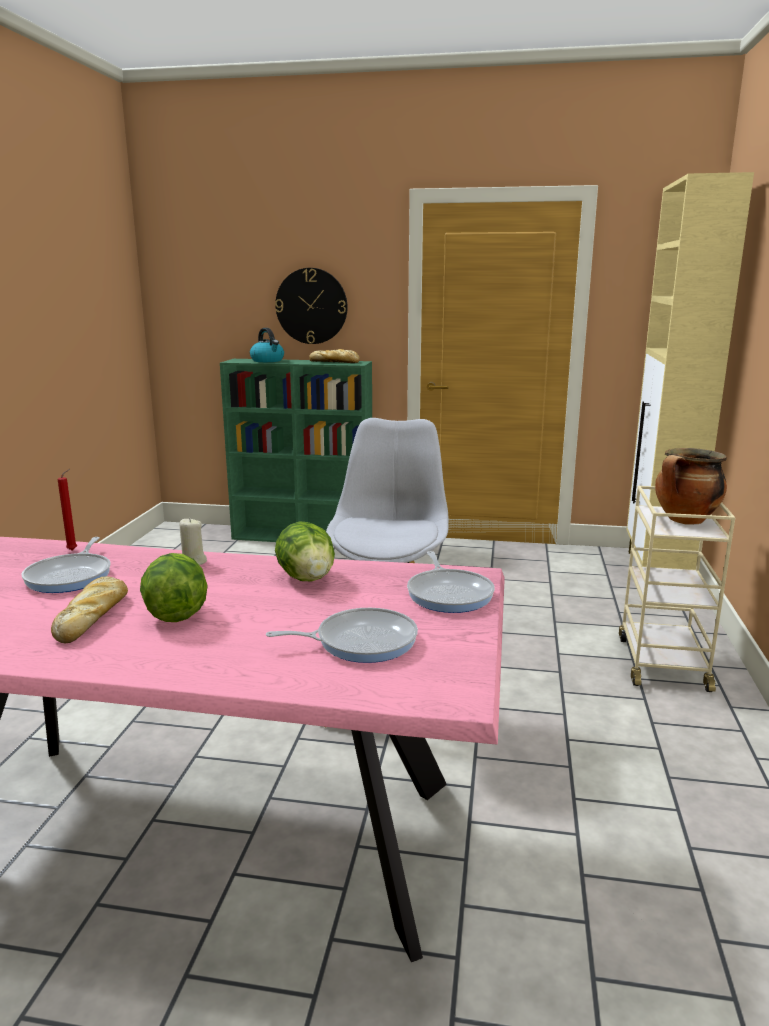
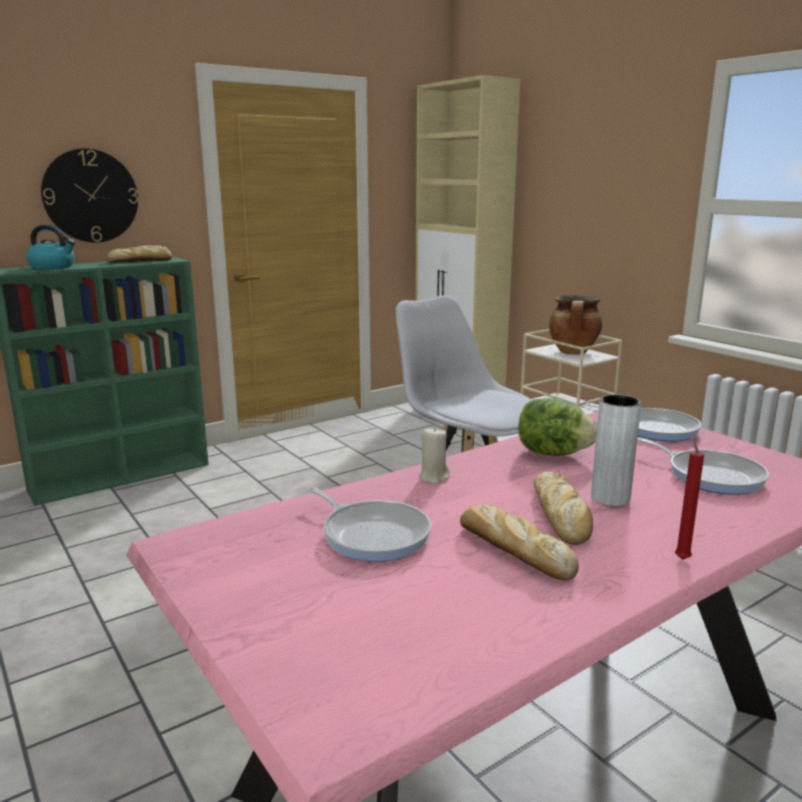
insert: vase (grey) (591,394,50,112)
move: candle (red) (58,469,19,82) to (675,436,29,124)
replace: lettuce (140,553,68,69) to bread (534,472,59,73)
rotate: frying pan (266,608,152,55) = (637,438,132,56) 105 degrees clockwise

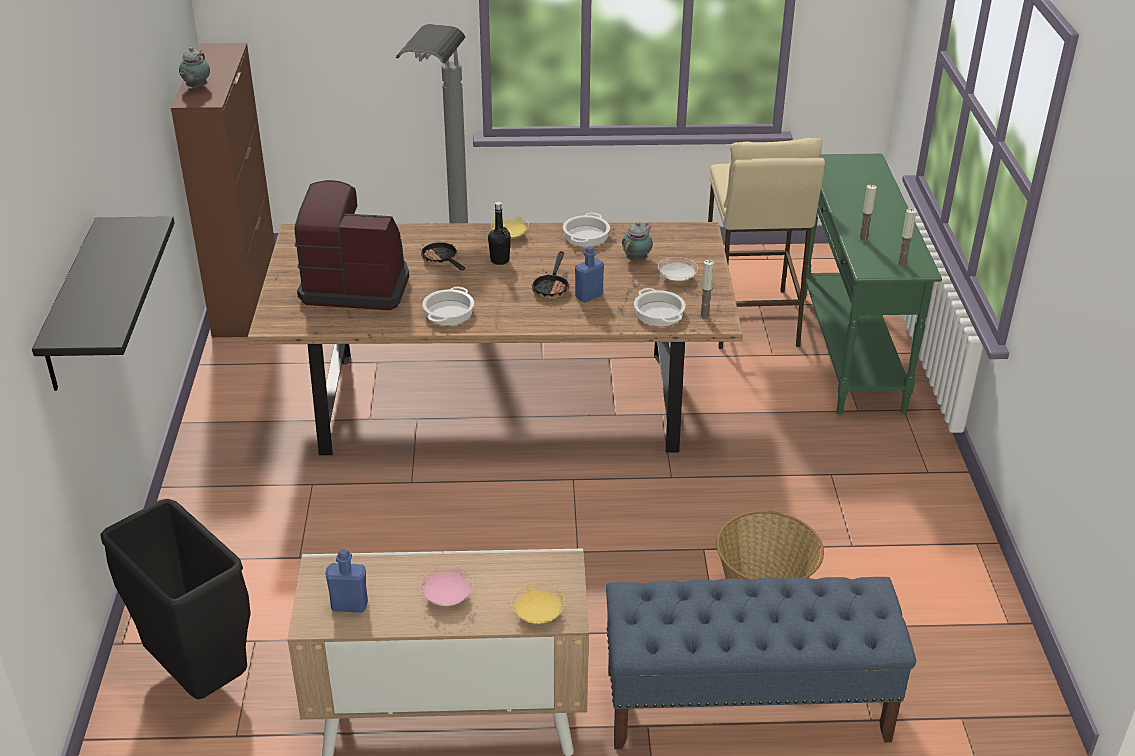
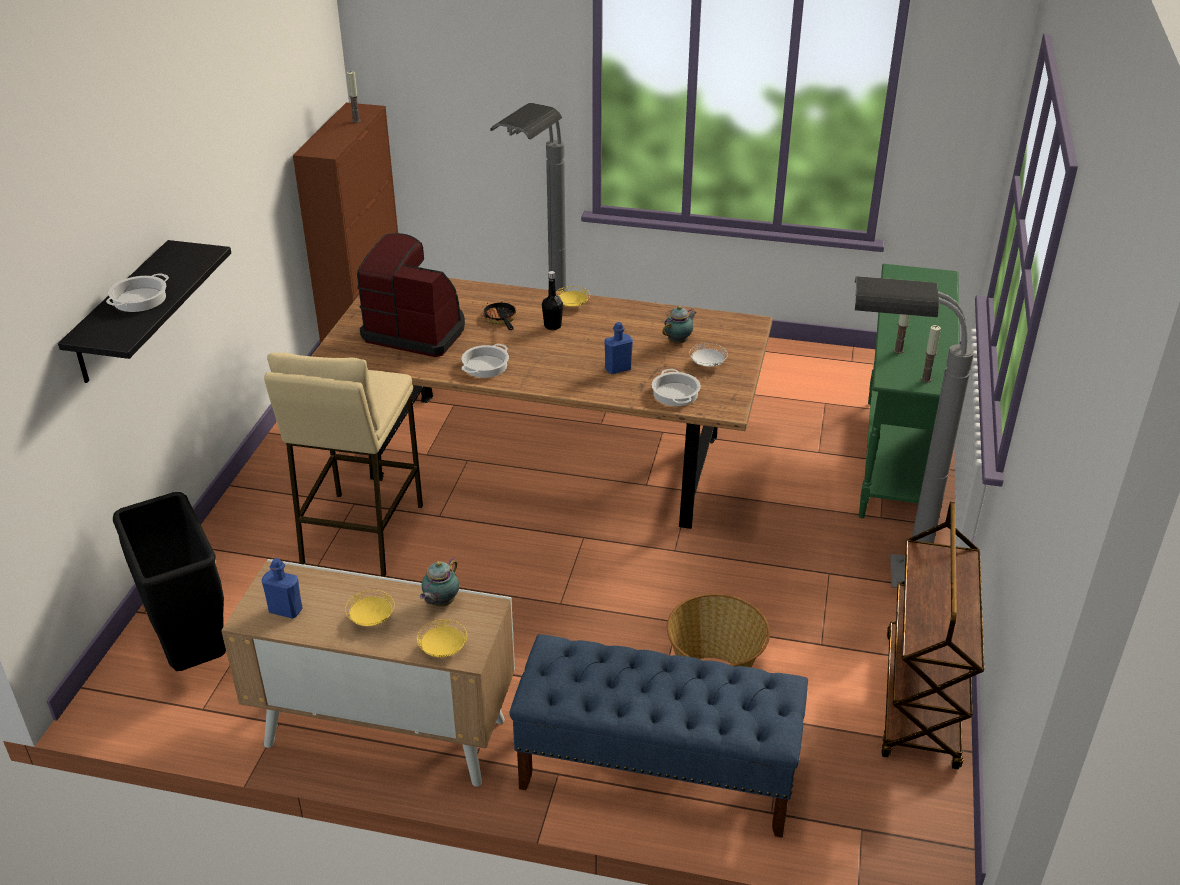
delete: frying pan (532,251,38,49)
insert: floor lamp (grey) (855,276,119,312); cart (brown) (881,502,103,267)
move: cooking pot (563,213,47,34) to (106,274,63,38); stool (beige) (708,138,117,211) to (264,353,159,224); candle (699,260,15,59) to (347,71,14,52); teapot (179,47,31,42) to (420,558,40,48)
recolor: plate (pink) (420,566,53,40) to plate (yellow) (345,590,50,36)

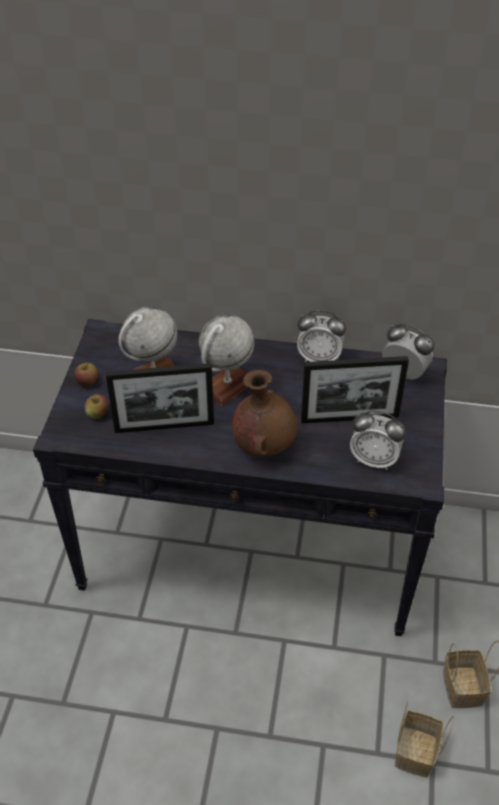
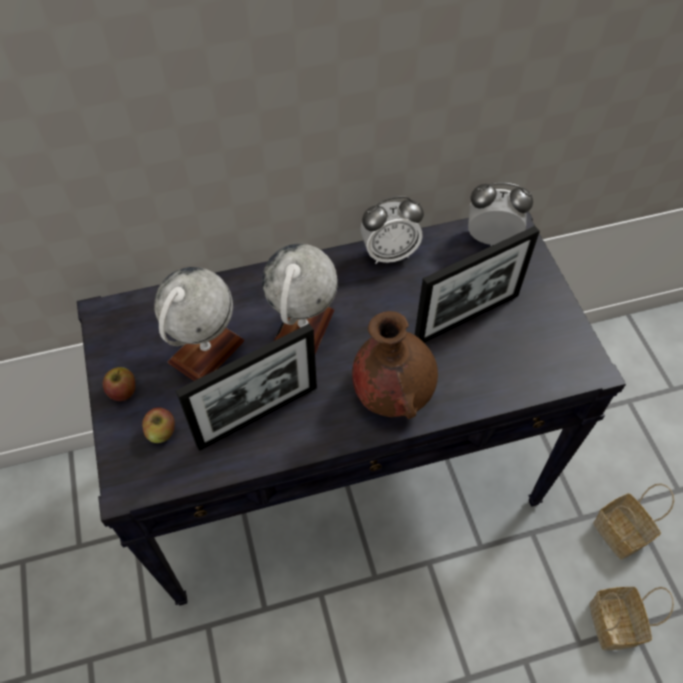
delete: alarm clock (350,411,56,59)

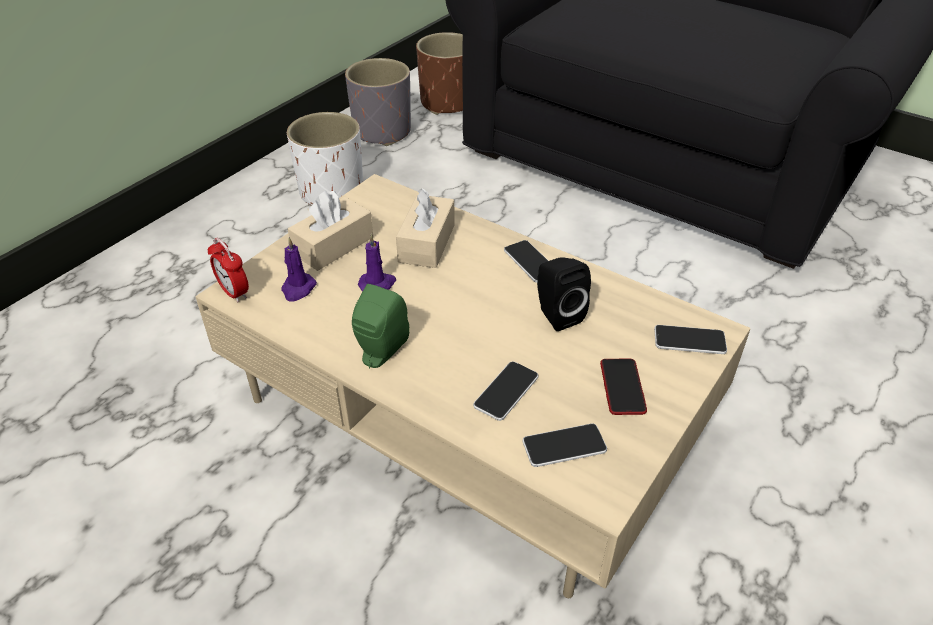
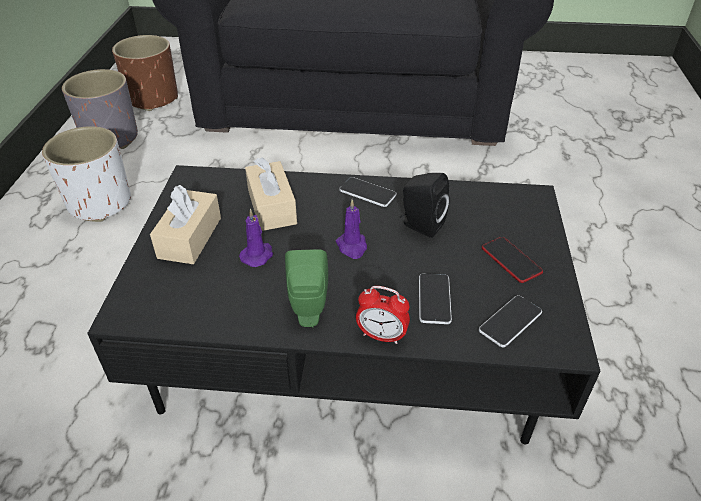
delete: phone (654,325,73,29)
move: candle (purple) (281,237,36,65) to (336,199,31,60); alarm clock (207,238,42,64) to (356,286,54,58)
recolor: coffee table (beige) (196,174,554,424) to coffee table (black) (88,165,512,280)

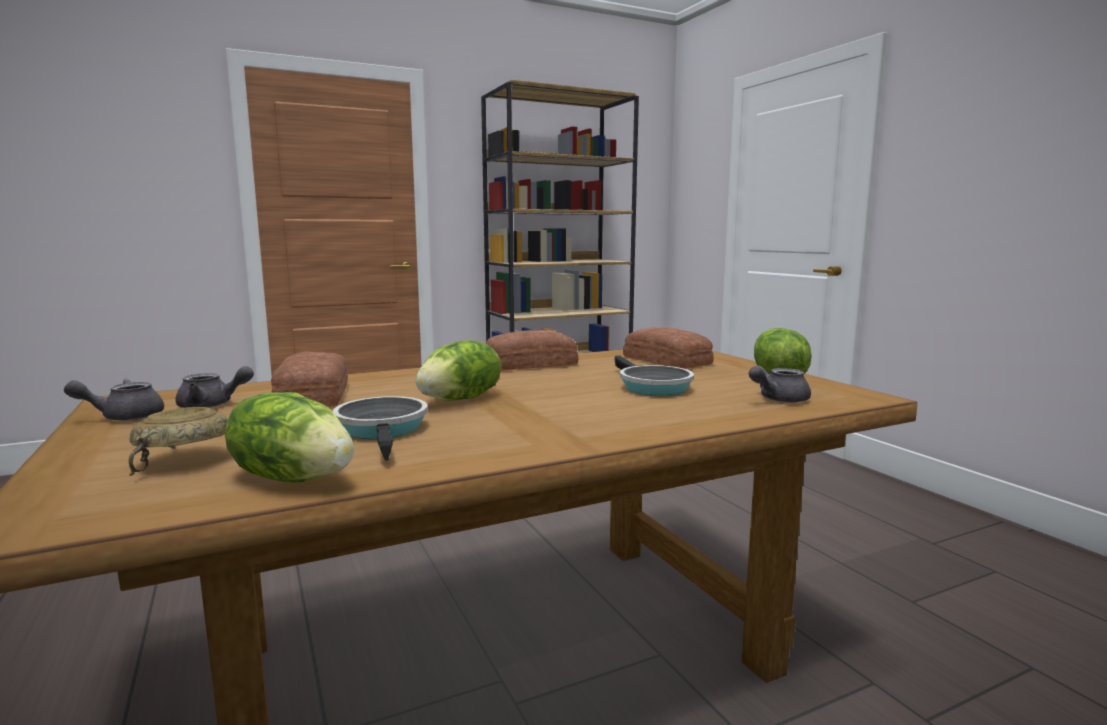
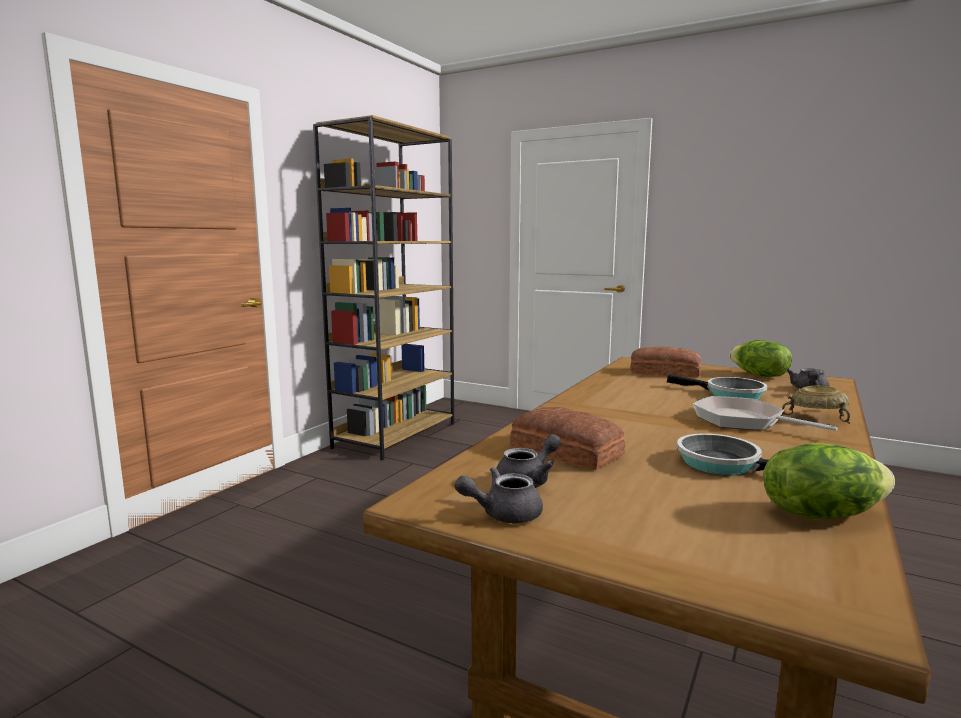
delete: lettuce (416,340,85,61); bread (485,330,93,41)
insert: frying pan (693,396,145,35)
move: bowl (beige) (129,407,99,69) to (781,386,69,38)
rotate: teapot (grey) (64,379,100,42) = (455,467,88,56) 45 degrees clockwise

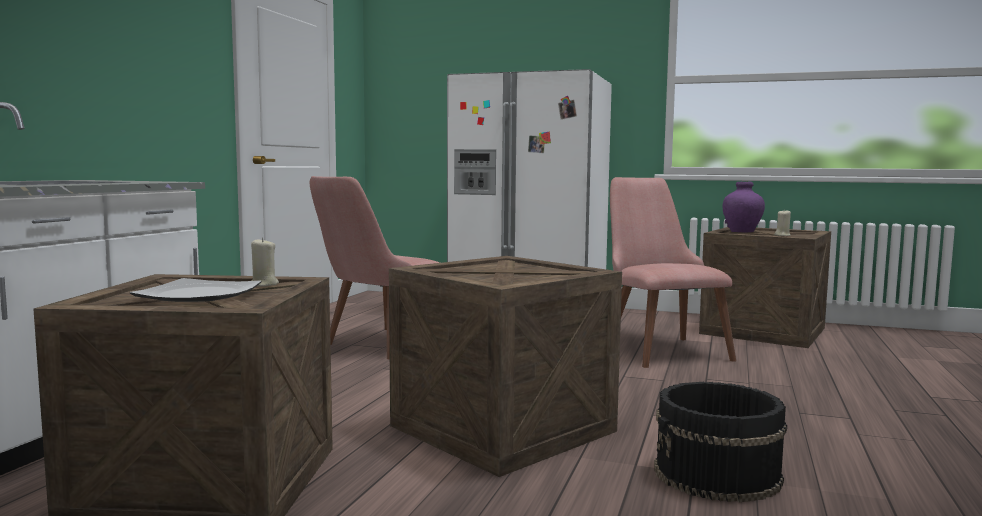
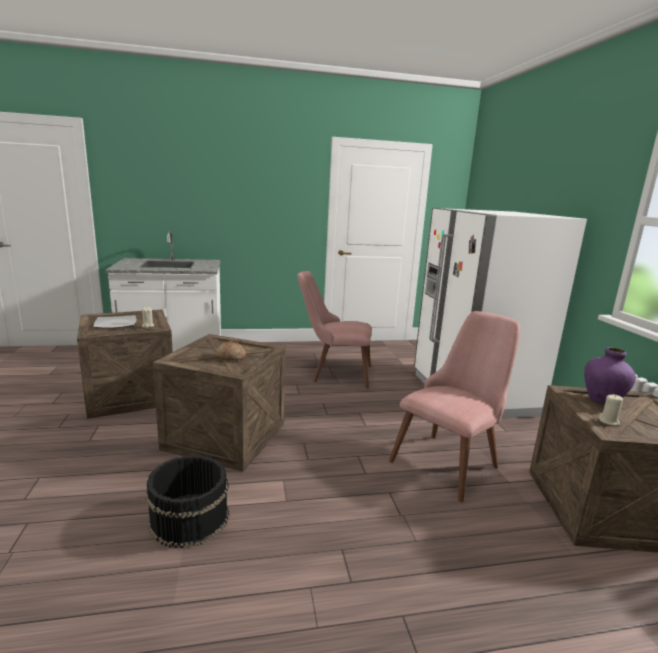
insert: bread (216,341,30,19)

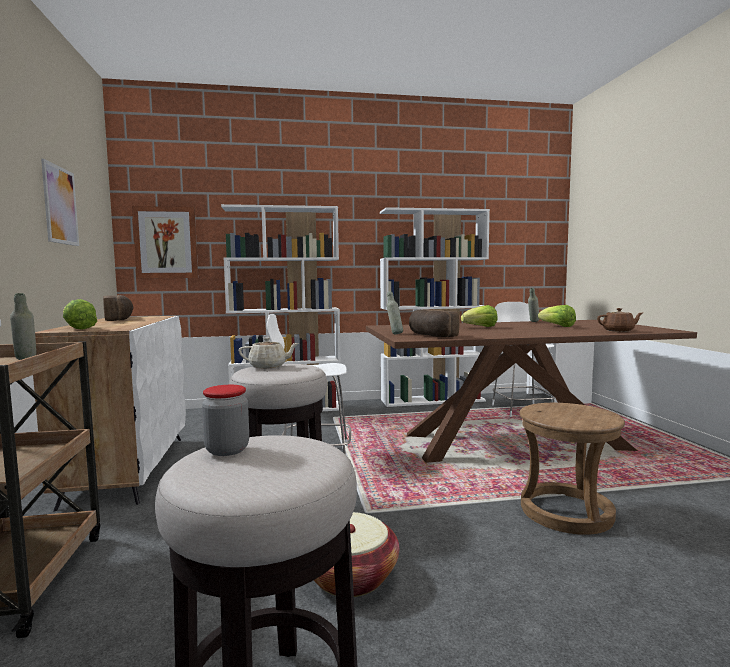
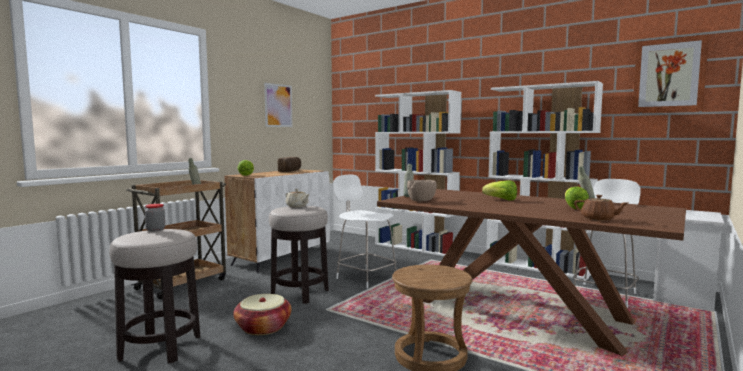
move: picture (132,206,66,73) to (632,34,77,79)
replace: bread (409,309,50,28) to bowl (brown) (407,180,30,21)

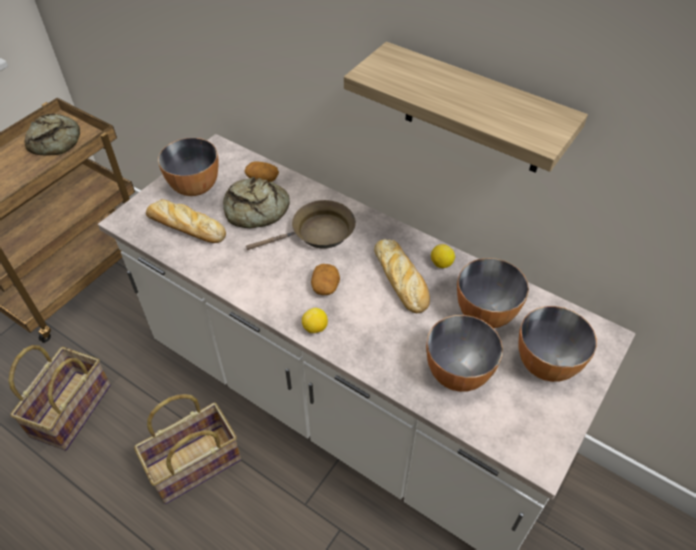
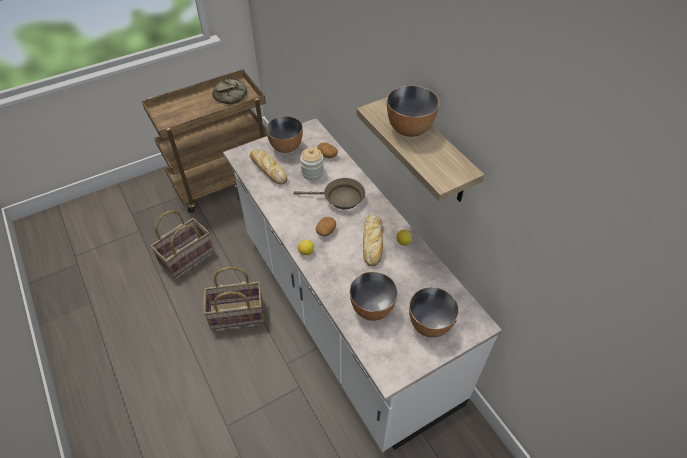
move: bowl (457,258,72,70) to (387,86,52,51)
replace: bread (223,177,67,51) to jar (300,147,24,33)

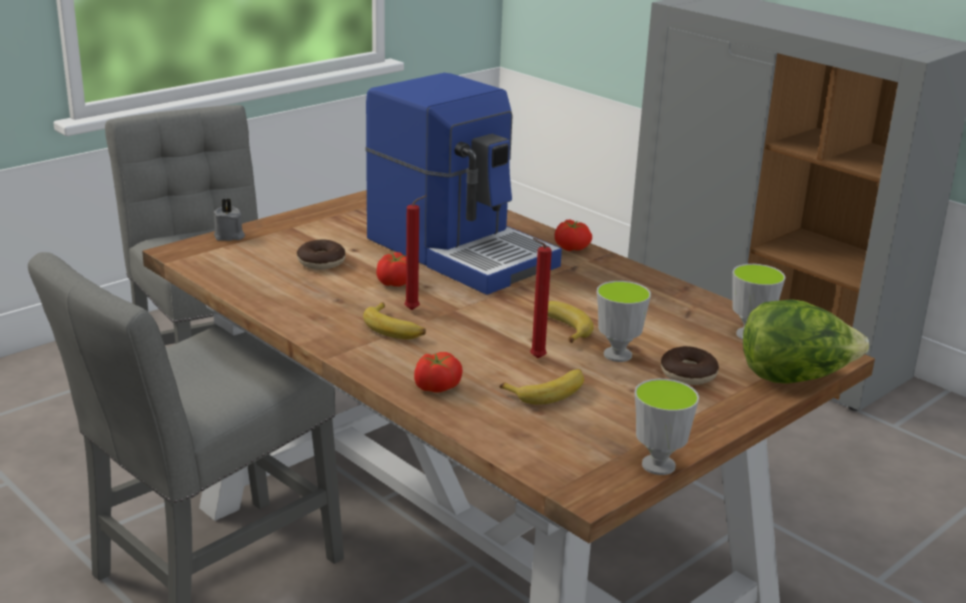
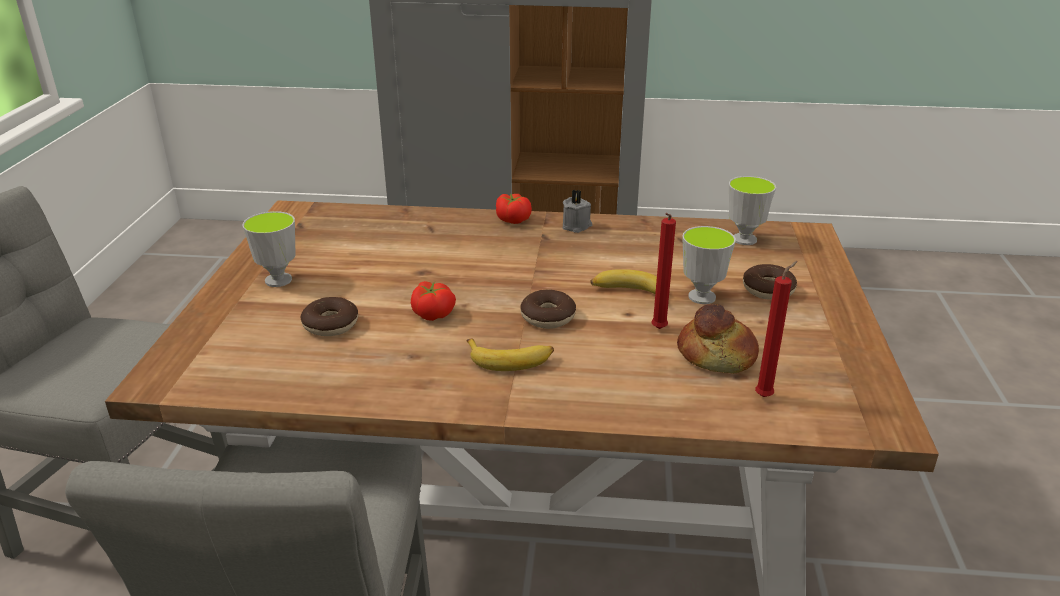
delete: coffee machine (365,73,197,222); tomato (414,352,49,40); lettuce (743,299,126,85)
insert: donut (520,289,56,40)
move: cup (635,379,64,96) to (242,211,53,76); candle (grey) (213,199,32,42) to (563,189,29,44); candle (red) (405,195,21,115) to (755,261,42,136)
replace: banana (500,369,84,36) to bread (677,304,82,69)

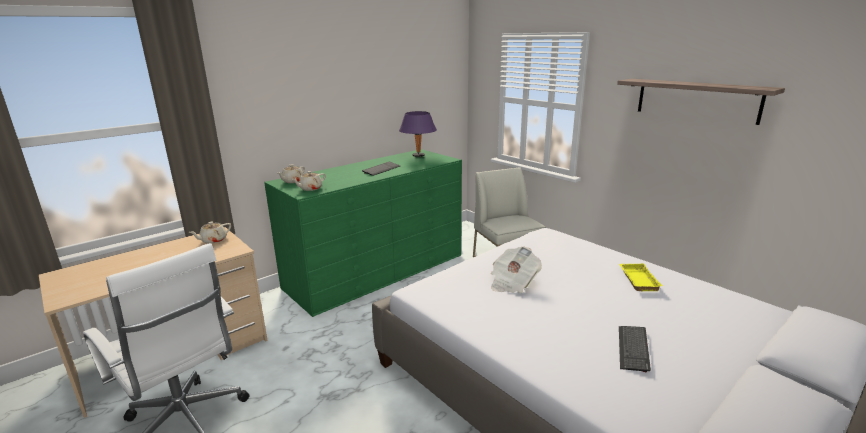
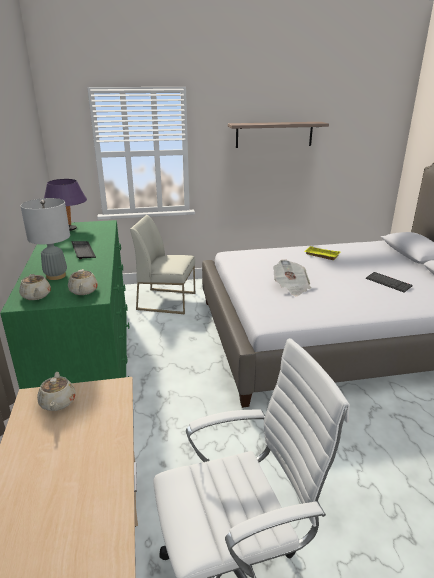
insert: table lamp (grey) (20,198,50,82)

